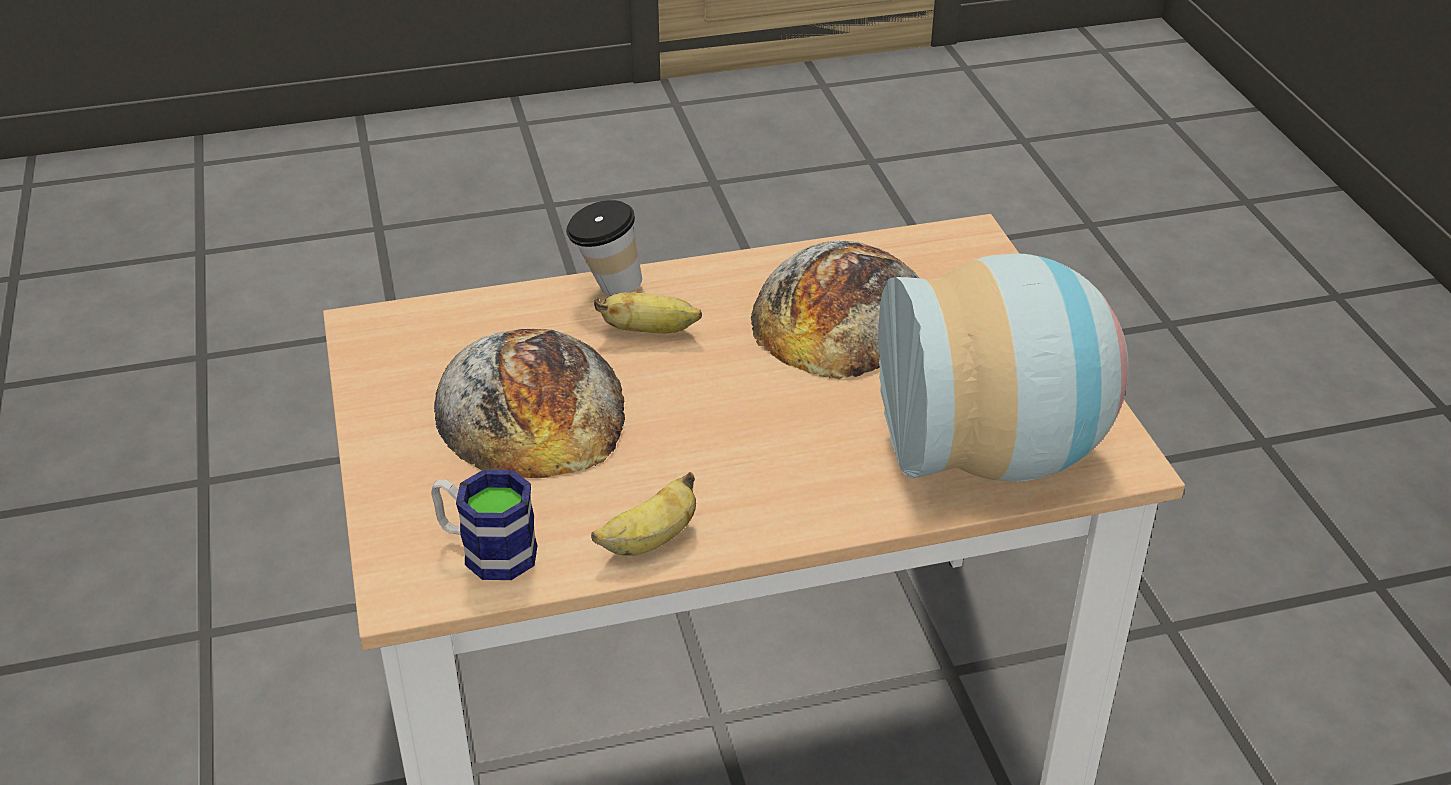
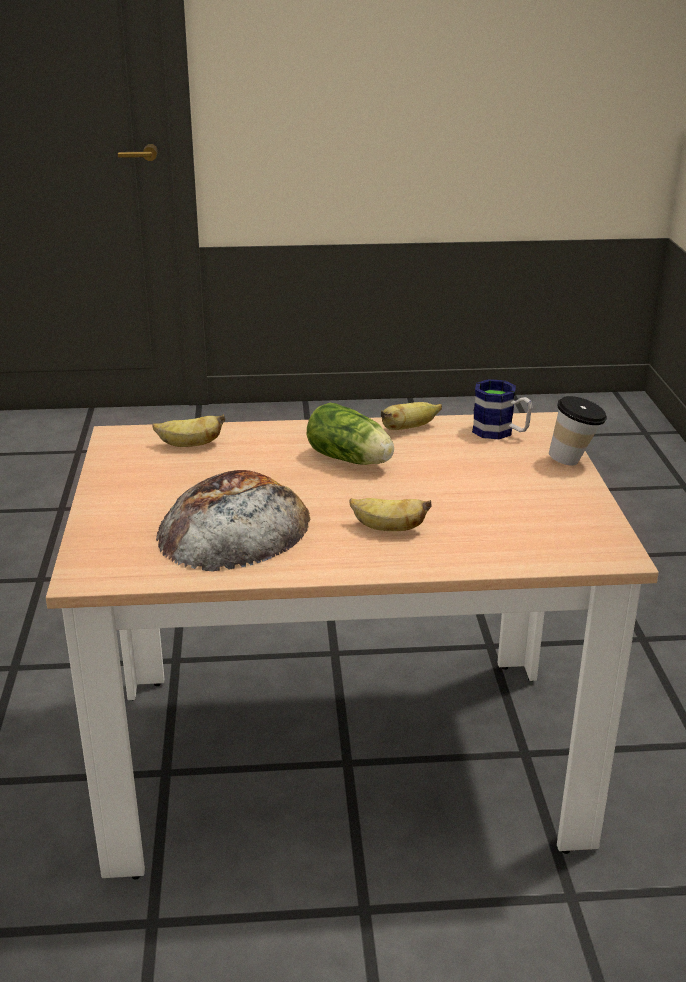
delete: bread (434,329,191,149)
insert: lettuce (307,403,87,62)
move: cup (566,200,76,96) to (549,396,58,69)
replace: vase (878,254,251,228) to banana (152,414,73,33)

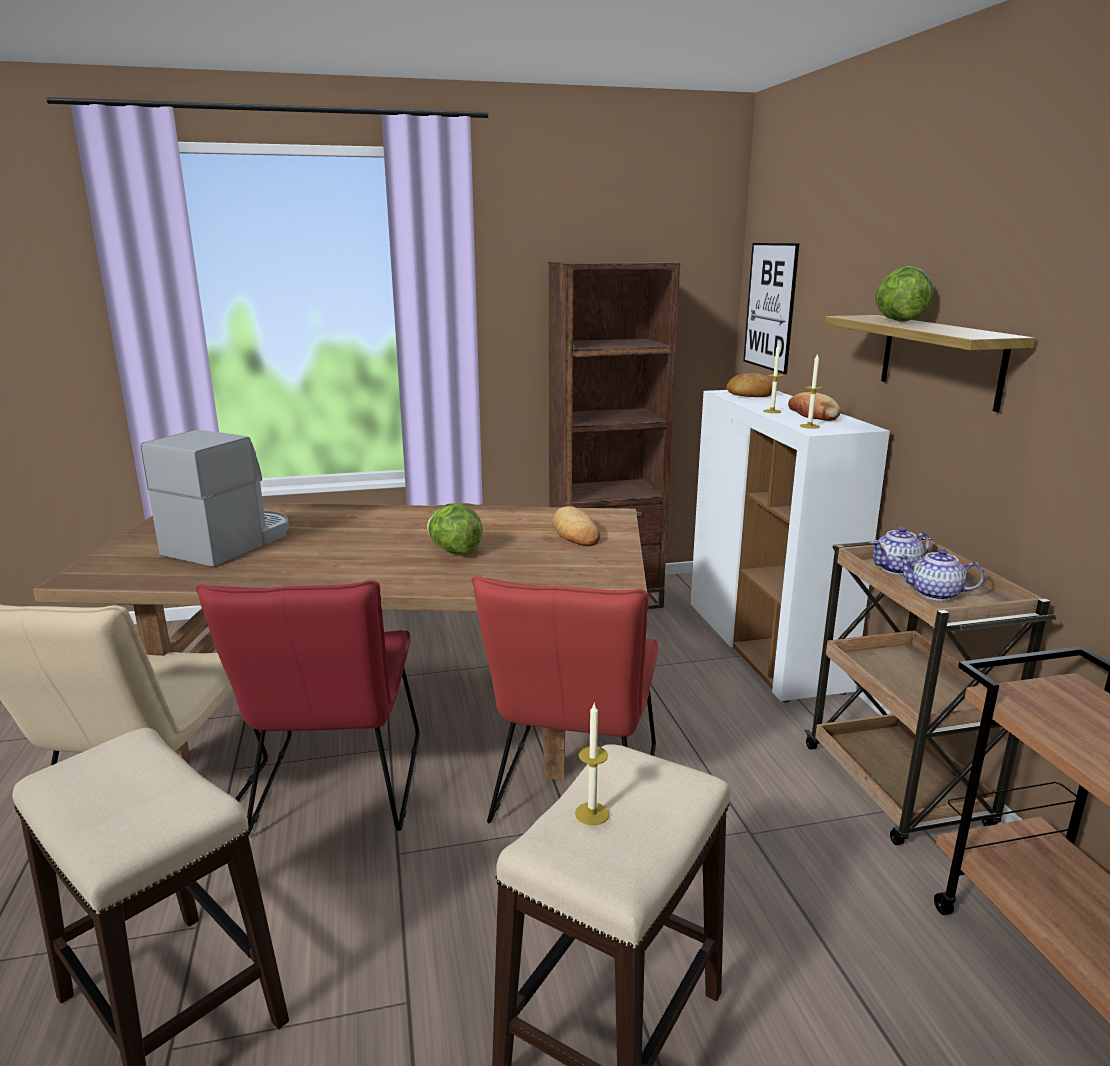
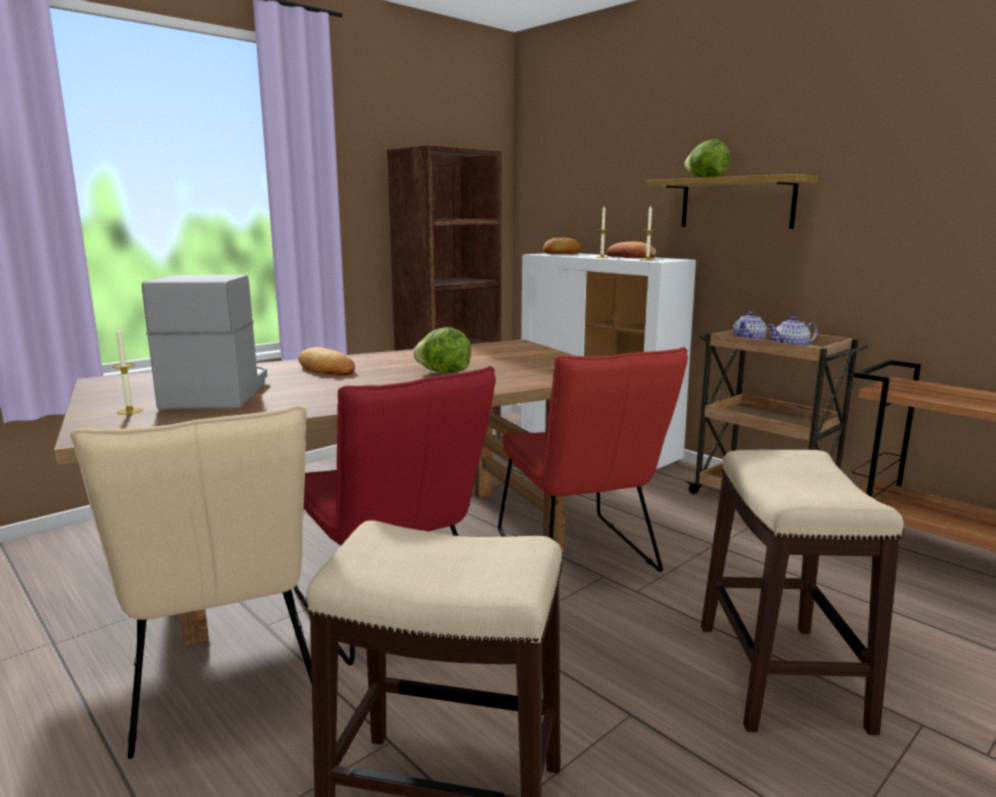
delete: picture (743,243,56,131)
move: candle (575,702,34,124) to (112,327,31,88); bread (553,506,47,40) to (298,347,57,28)

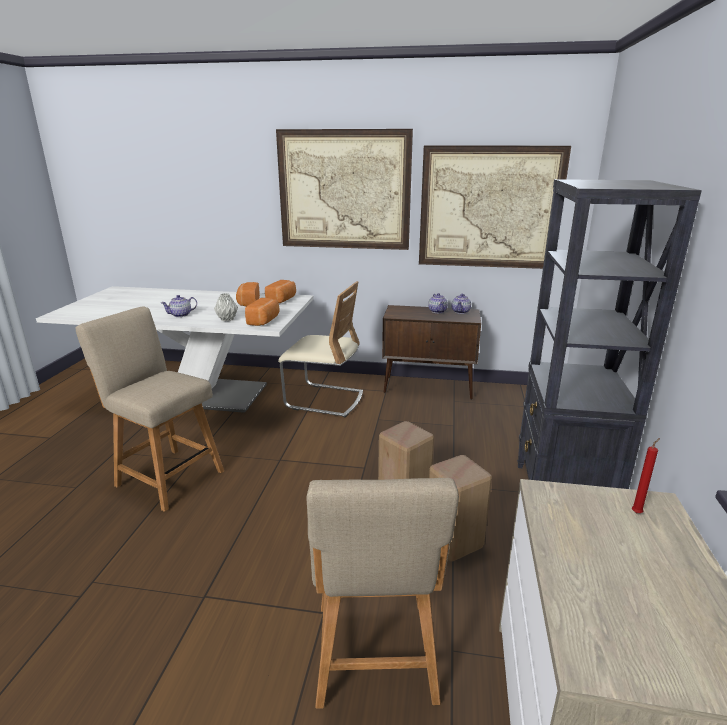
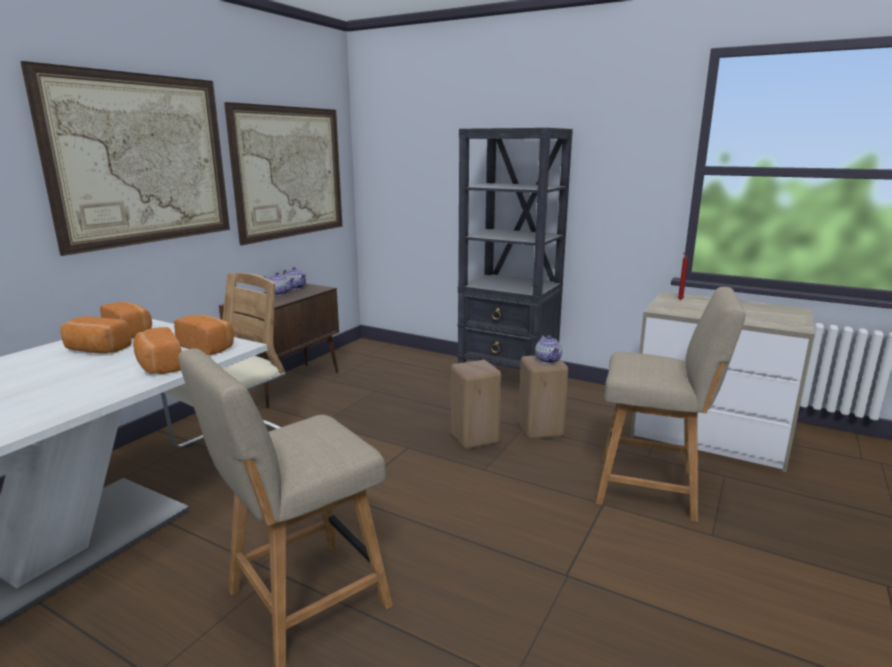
move: teapot (161,295,36,22) to (535,335,27,28)
replace: vase (grey) (214,293,24,29) to bread (133,327,48,47)

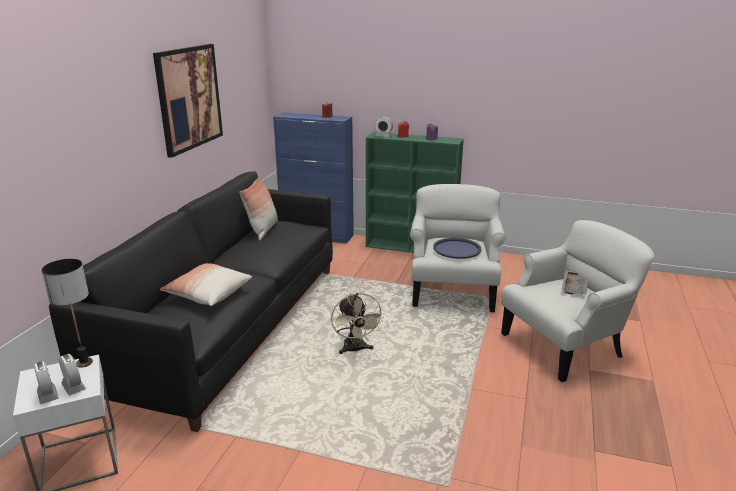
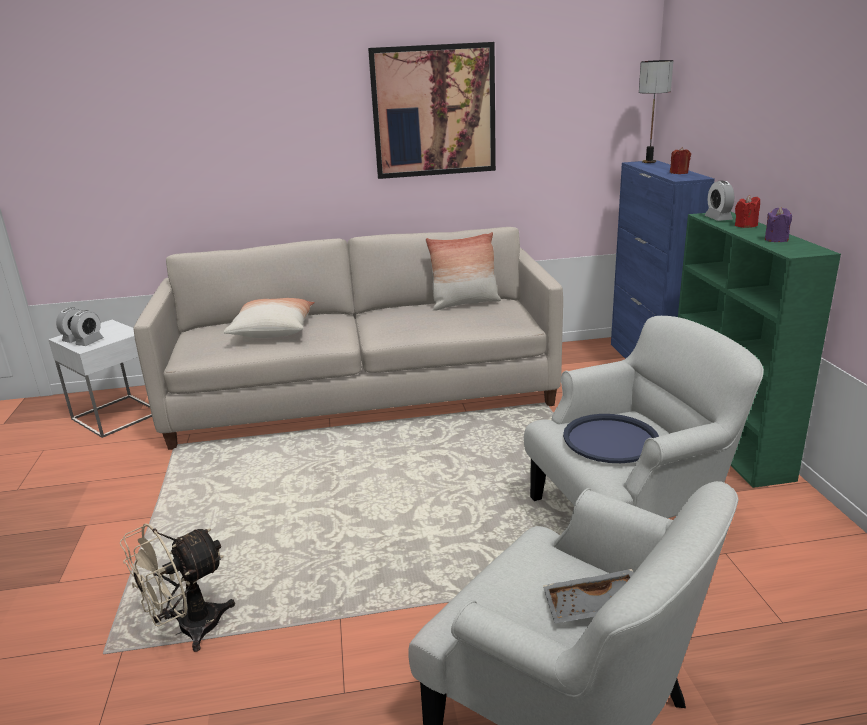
move: fan (beige) (331,293,53,61) to (120,523,115,129); table lamp (42,259,51,109) to (639,60,34,103)
recolor: sofa (black) (49,171,284,261) to sofa (beige) (134,227,429,223)

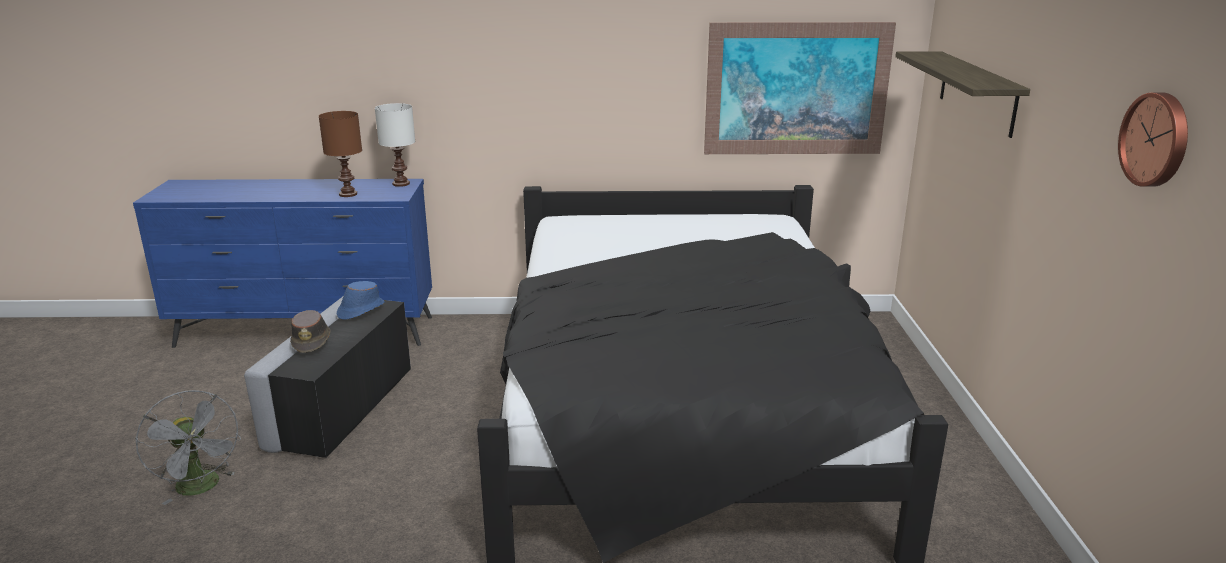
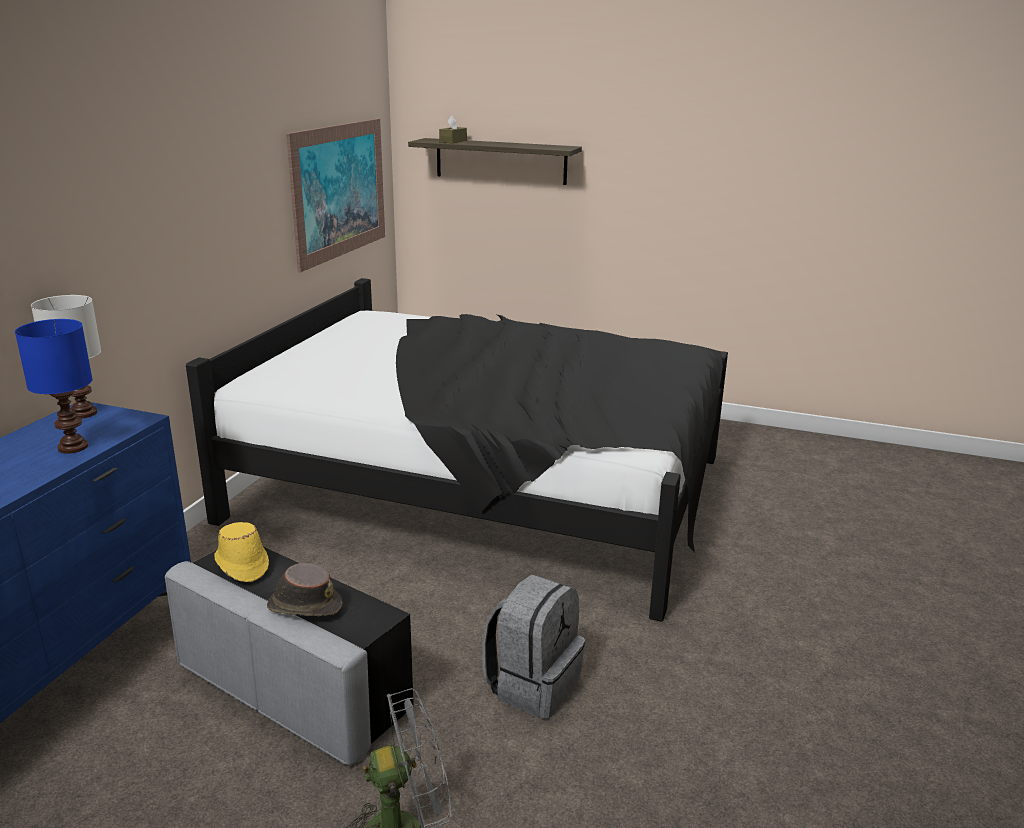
delete: wall clock (1118,92,70,95)
insert: tissue box (brown) (439,116,28,27); backpack (grey) (482,575,103,144)
recolor: table lamp (brown) (319,111,43,86) to table lamp (blue) (15,319,78,134); hat (blue) (337,281,48,39) to hat (yellow) (214,522,55,60)

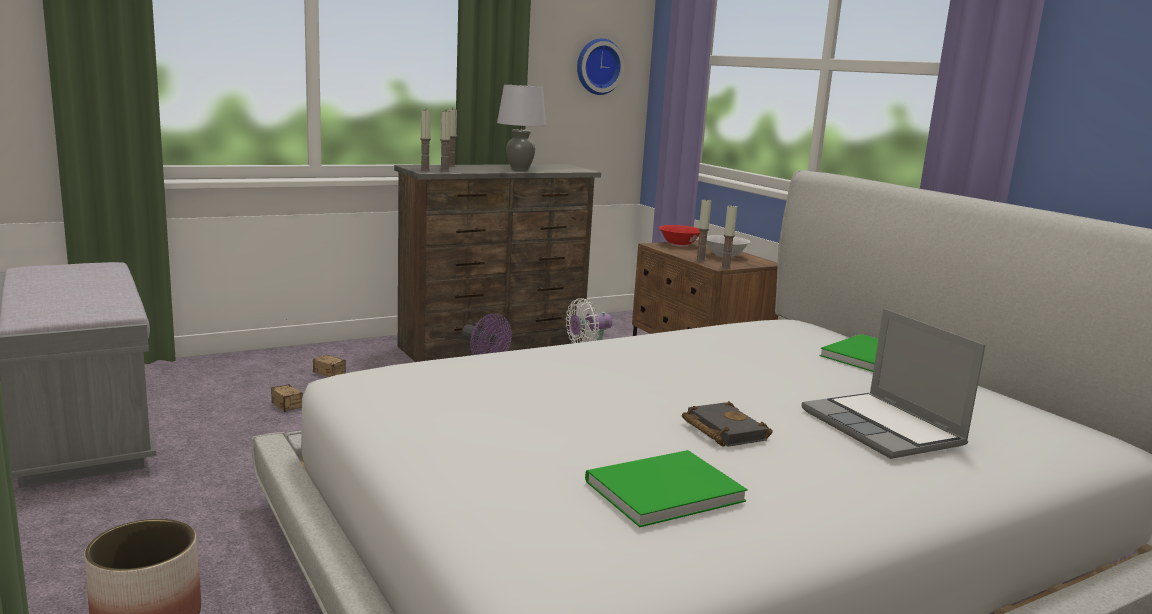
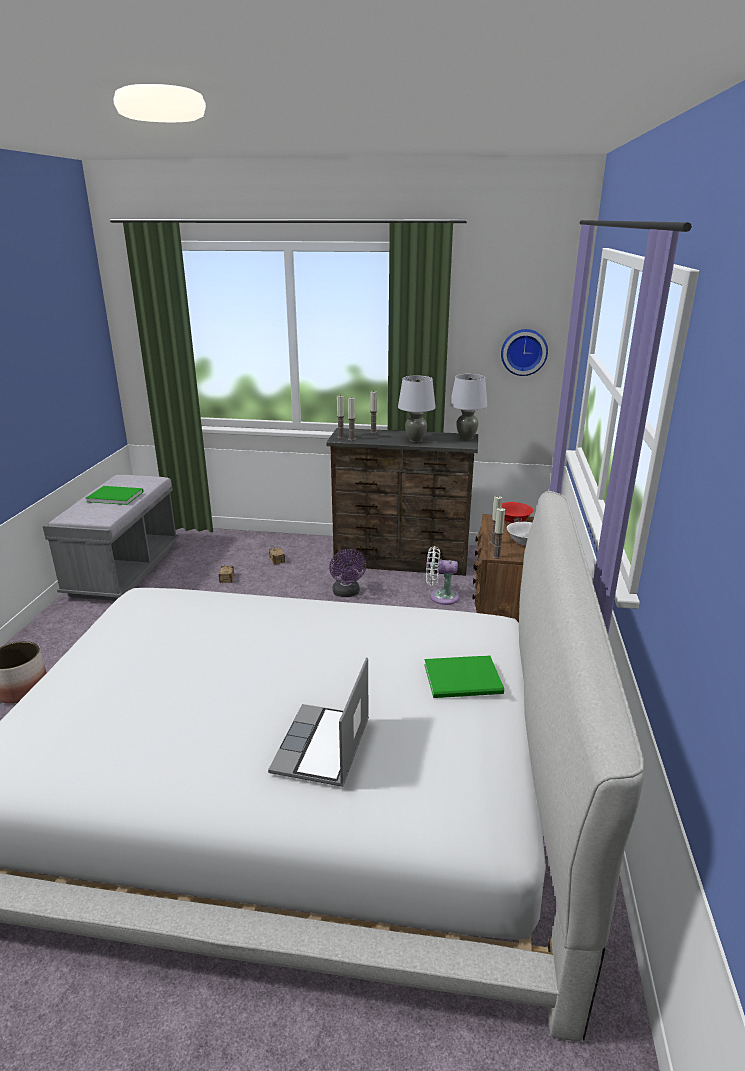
delete: book (black) (682,401,91,46)
insert: table lamp (grey) (450,374,37,66)
move: book (green) (585,450,163,77) to (86,486,57,19)

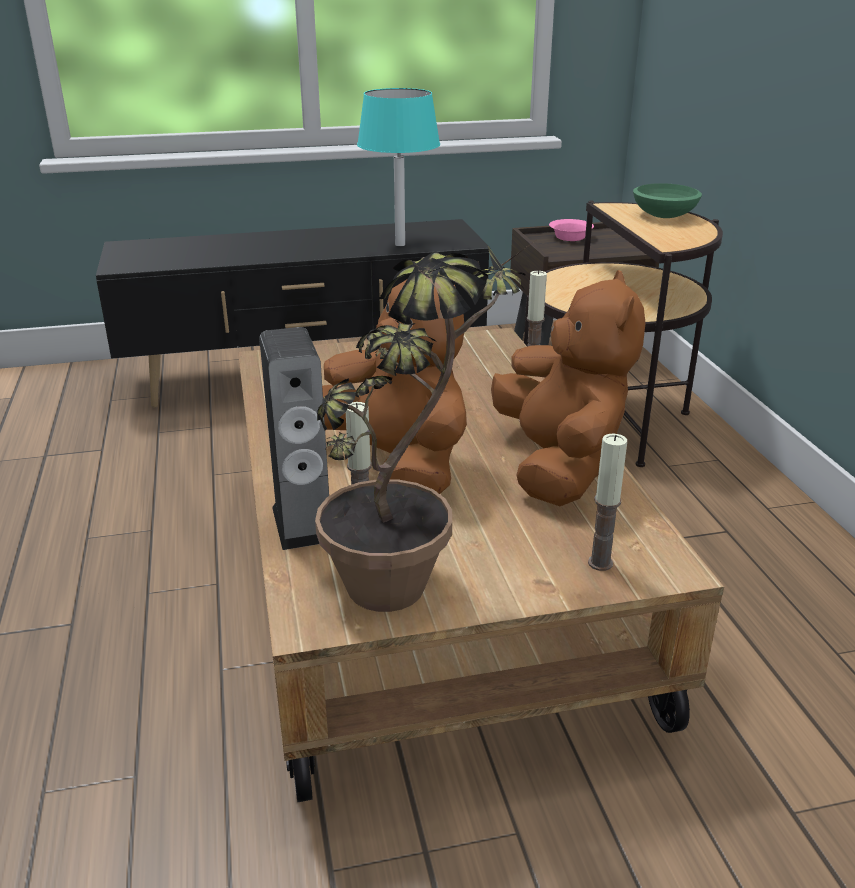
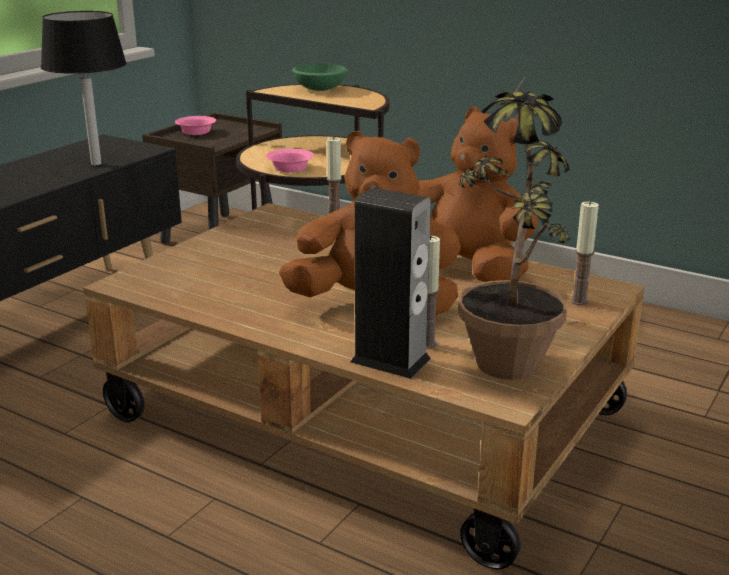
insert: bowl (pink) (266,149,48,23)
recolor: table lamp (turquoise) (357,88,83,158) to table lamp (black) (41,11,86,154)

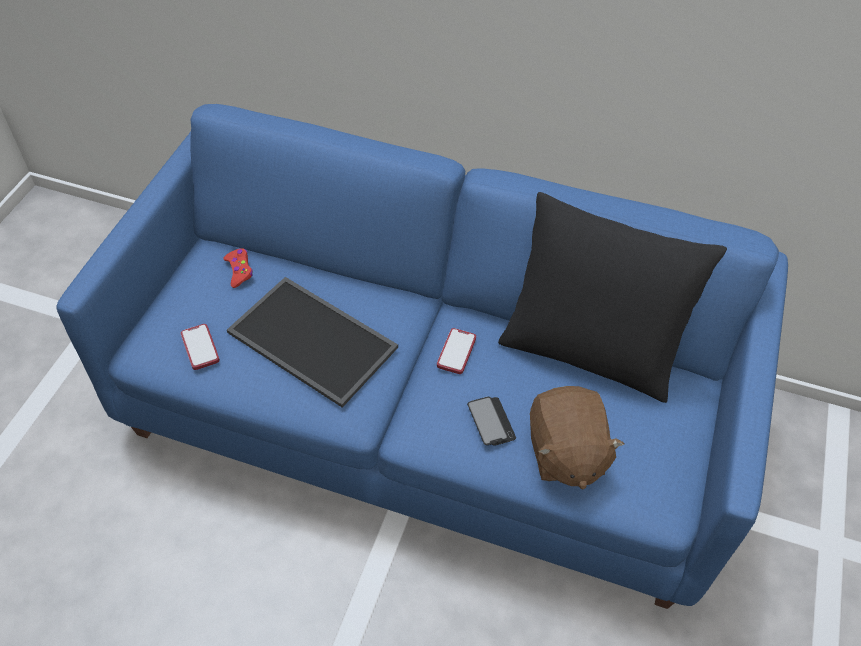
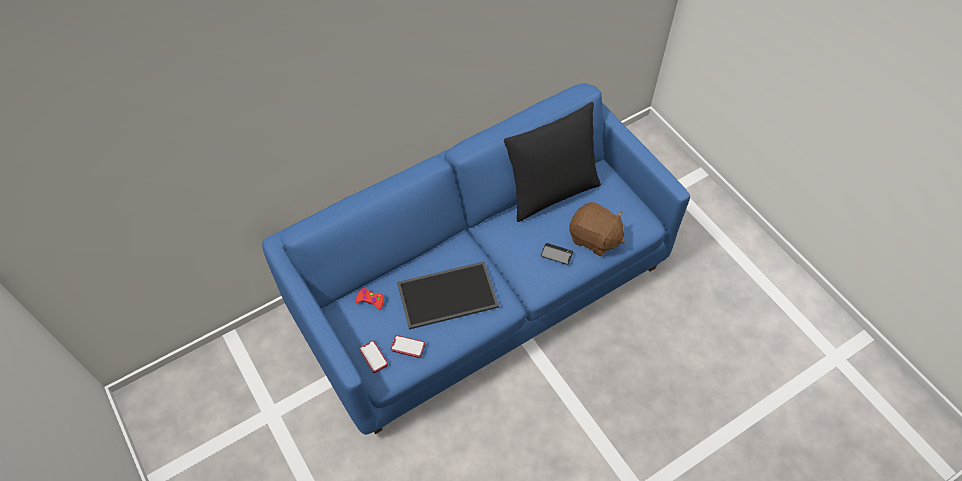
move: phone (437,328,39,46) to (359,341,29,32)

